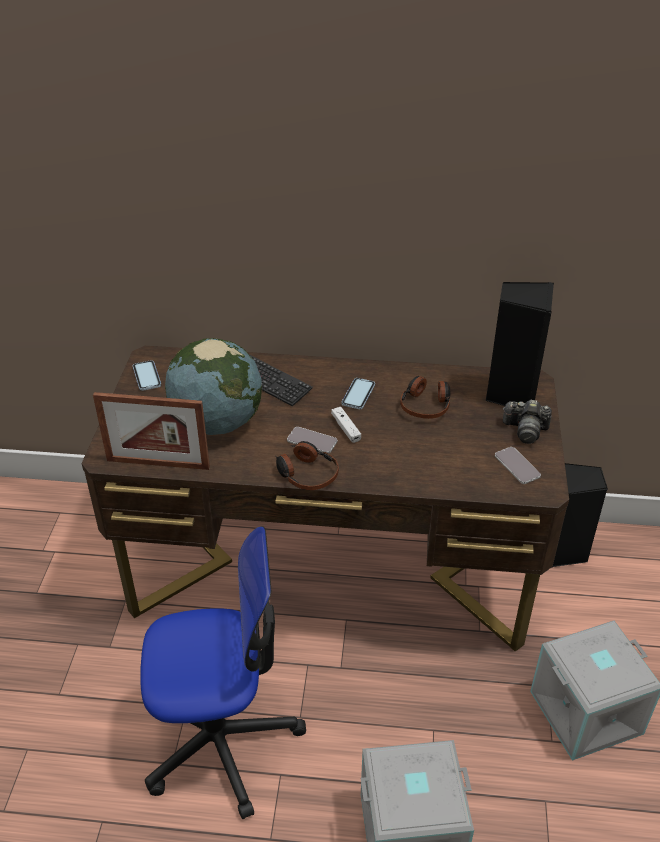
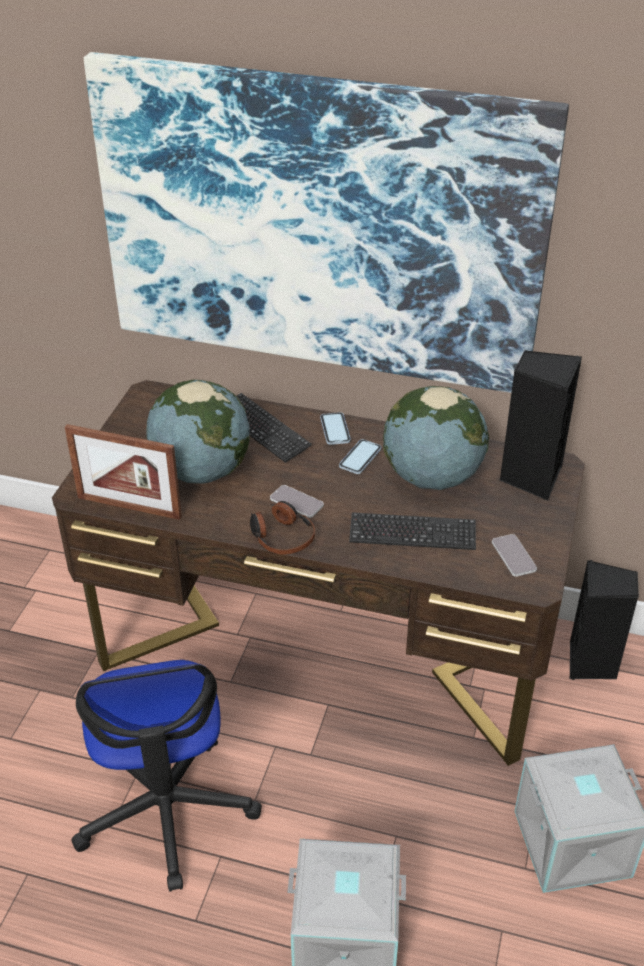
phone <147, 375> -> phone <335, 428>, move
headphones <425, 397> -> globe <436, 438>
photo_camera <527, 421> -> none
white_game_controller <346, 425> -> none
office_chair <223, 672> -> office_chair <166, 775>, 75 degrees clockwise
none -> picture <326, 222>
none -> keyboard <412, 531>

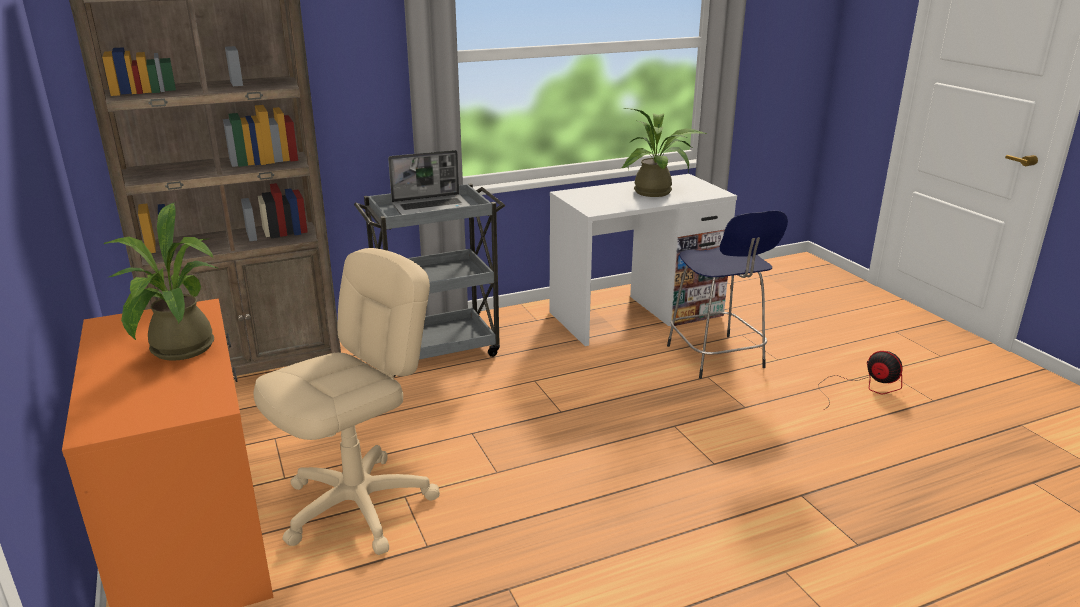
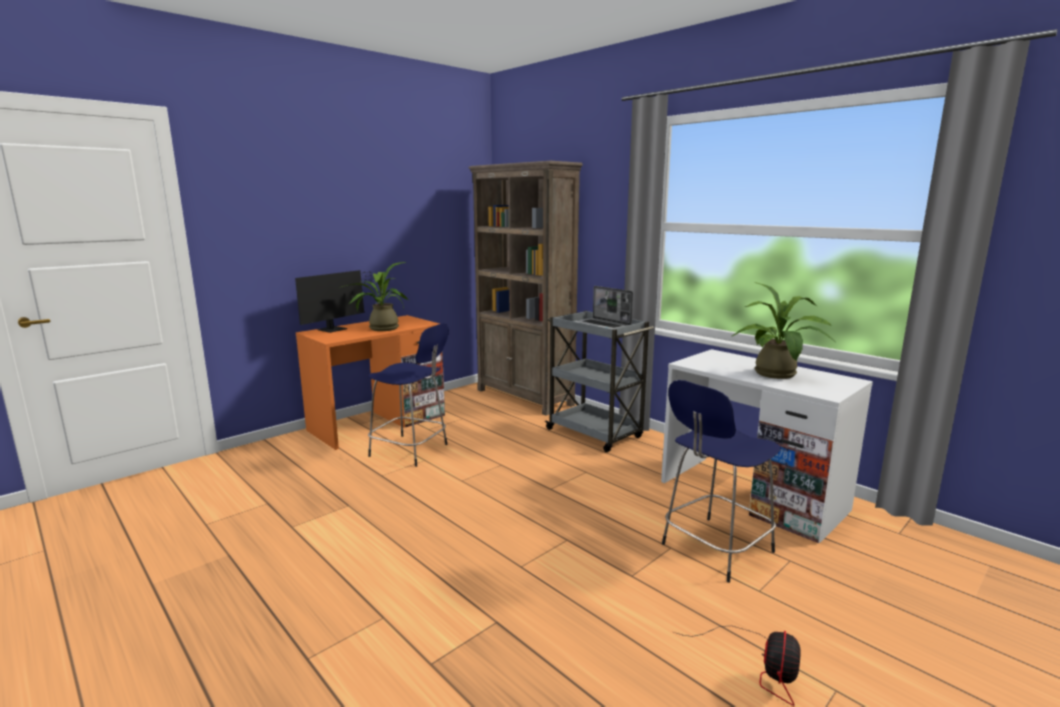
beige_office_chair <347, 401> -> blue_stool <408, 395>
none -> monitor <334, 301>

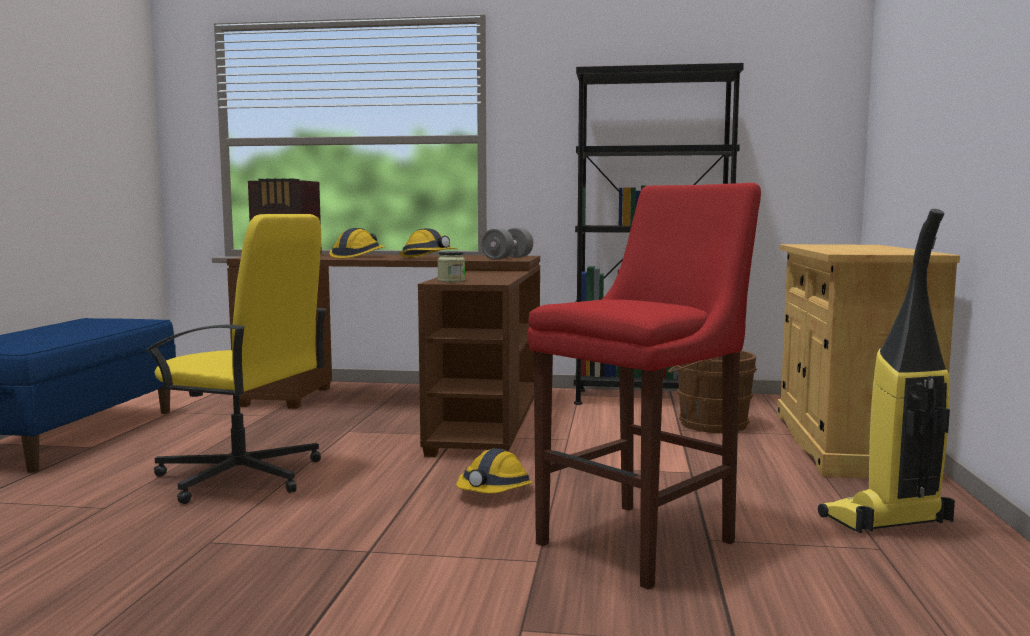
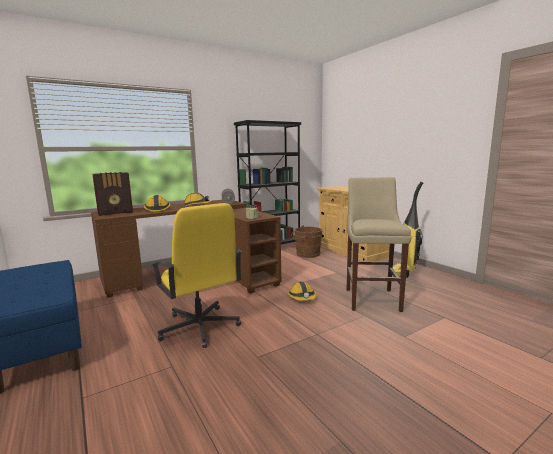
red_stool <644, 386> -> beige_stool <379, 244>
yellow_office_chair <236, 359> -> yellow_office_chair <197, 275>, 75 degrees clockwise

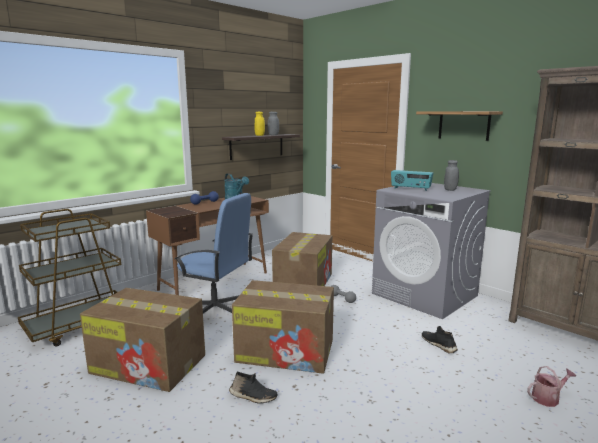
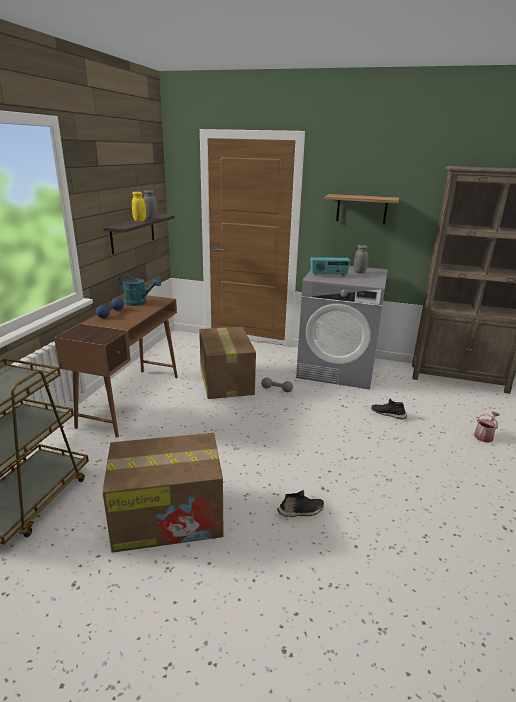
blue_office_chair <213, 253> -> none
cardboard_box <283, 327> -> none

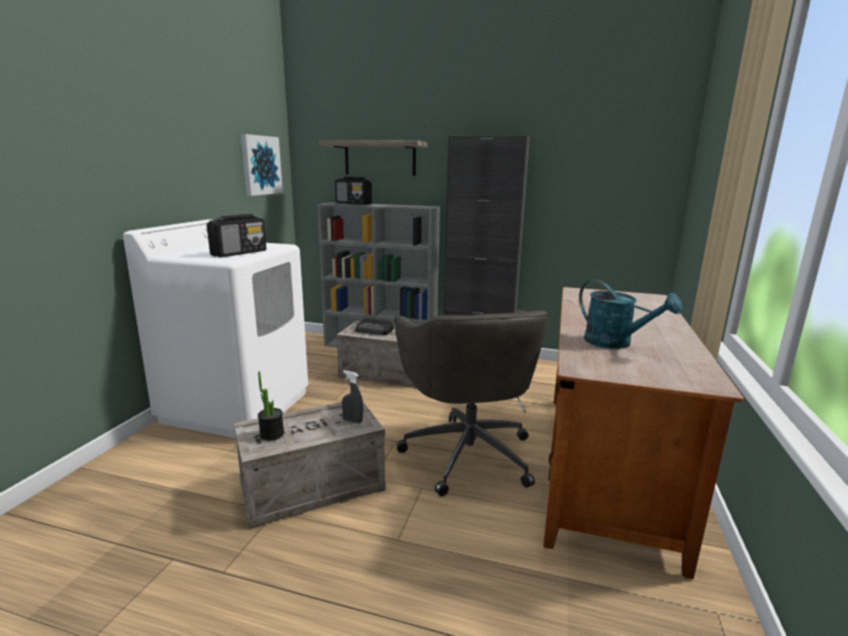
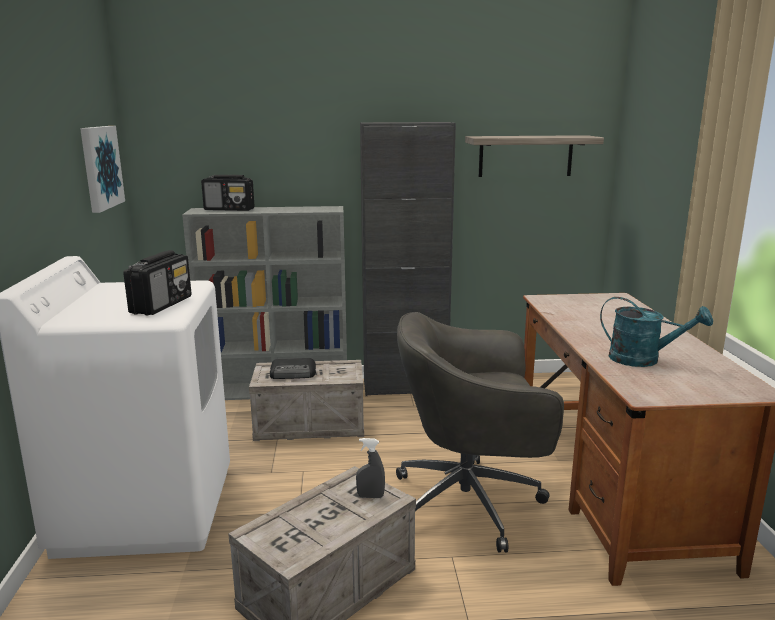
shelf <373, 158> -> shelf <534, 156>, move
grey_office_chair <472, 403> -> grey_office_chair <480, 432>, 120 degrees clockwise
potted_plant <271, 406> -> none

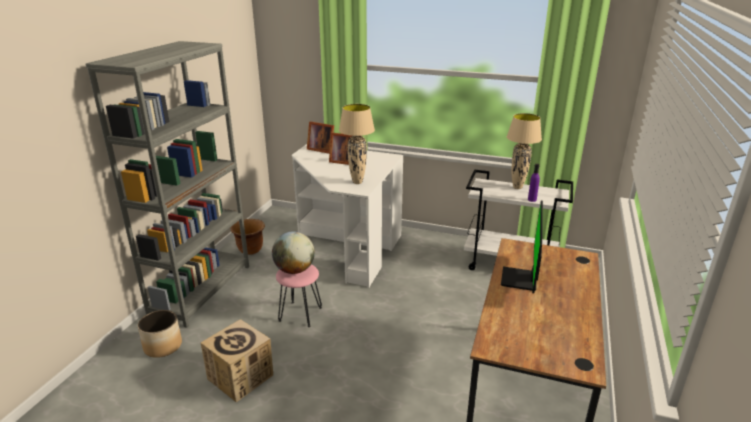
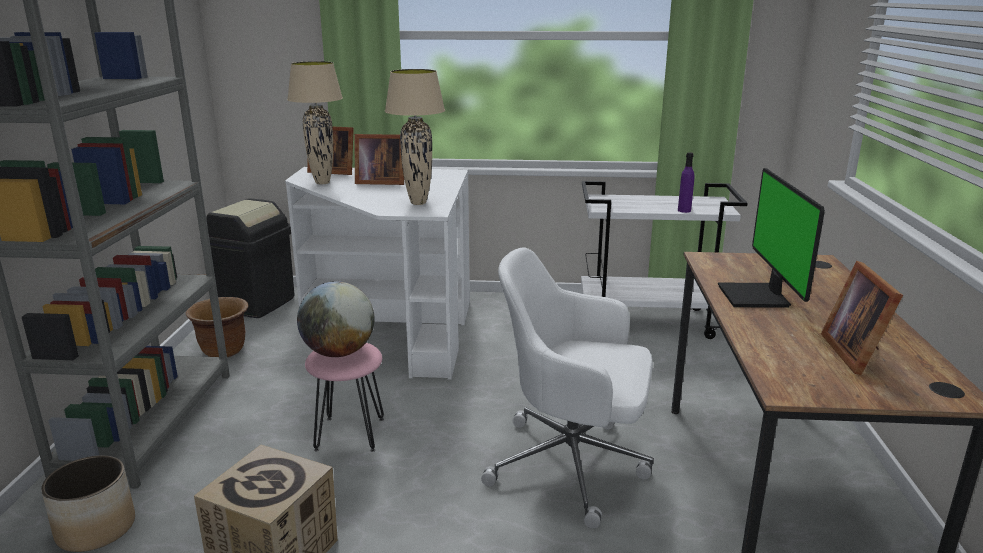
beige_table_lamp <524, 151> -> beige_table_lamp <315, 123>, move
none -> black_trash_can <247, 258>
none -> white_office_chair <567, 388>
none -> picture_frame <862, 318>

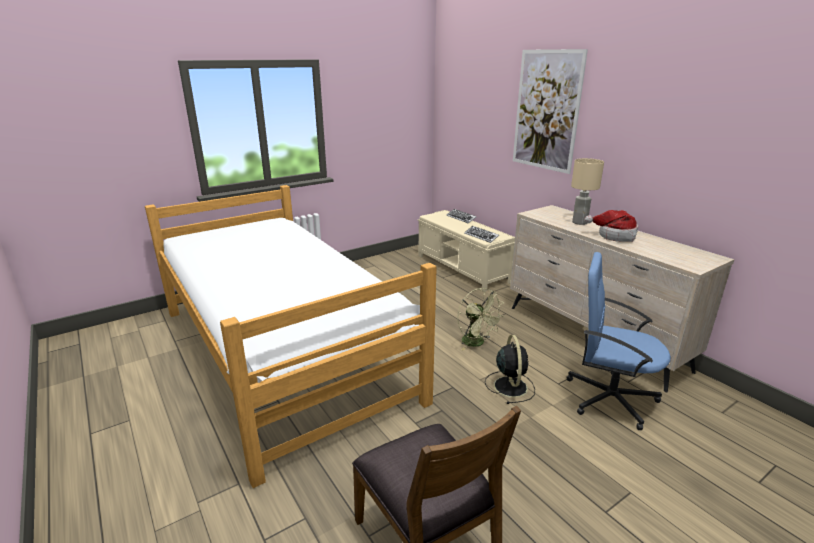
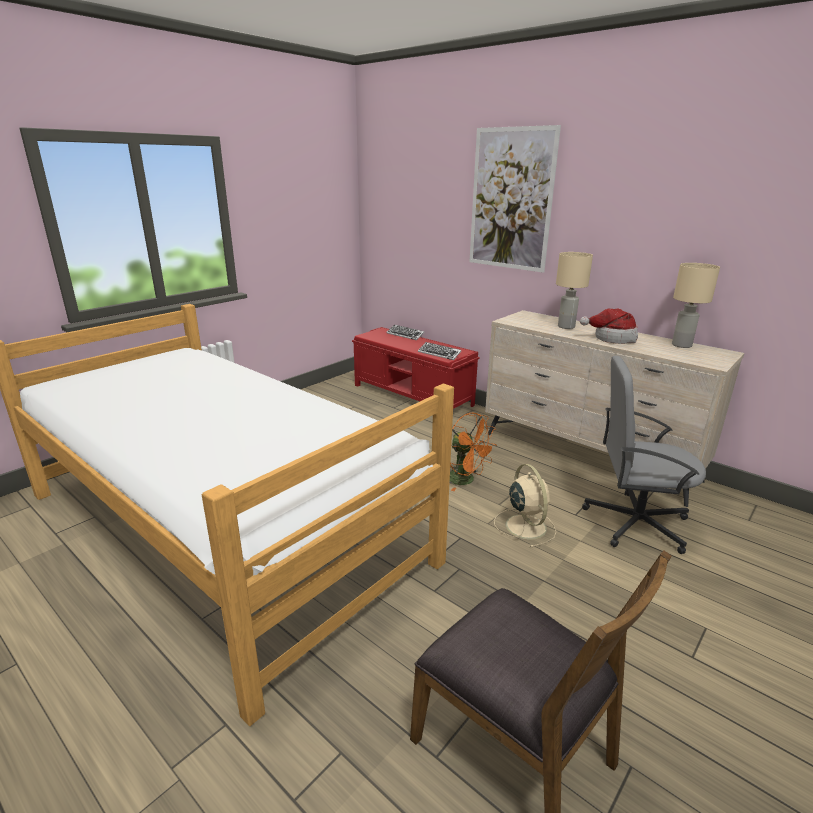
beige_bench <466, 251> -> red_bench <416, 368>
blue_office_chair <619, 341> -> grey_office_chair <644, 455>
green_fan <480, 319> -> orange_fan <473, 452>
black_fan <510, 369> -> beige_fan <525, 506>
none -> beige_table_lamp <696, 305>

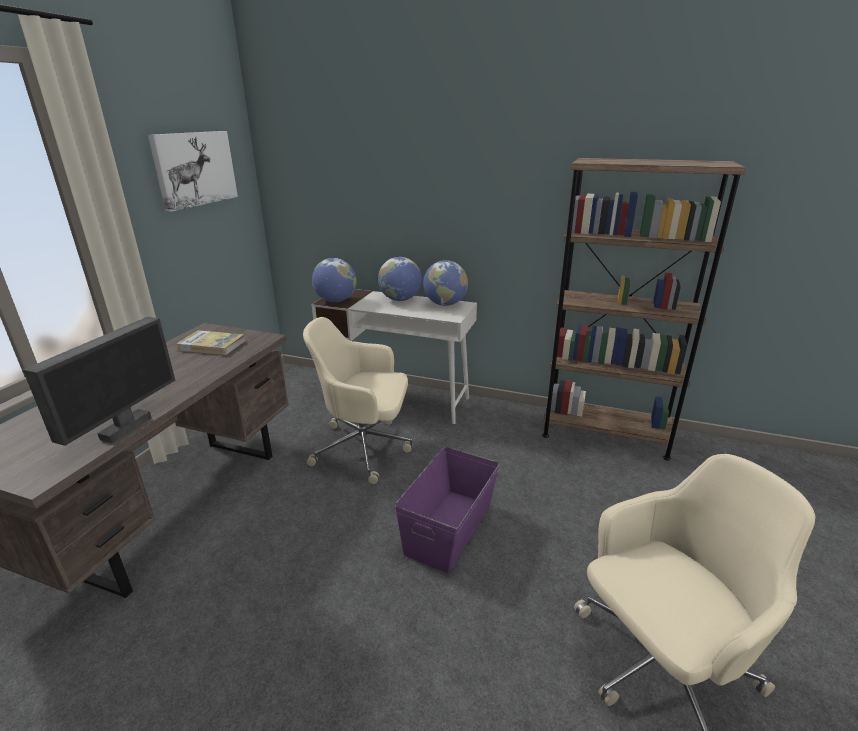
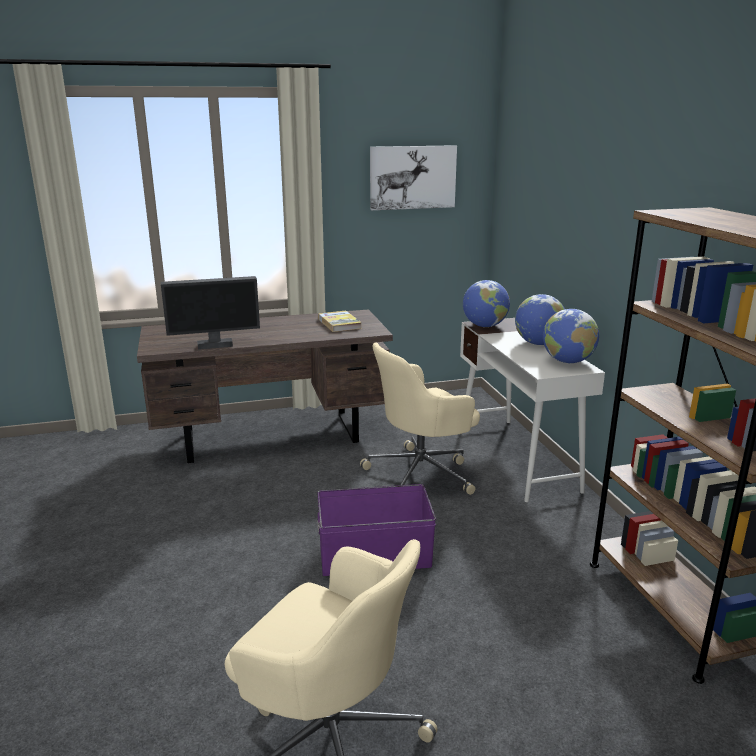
beige_office_chair <357, 400> -> beige_office_chair <420, 419>, 90 degrees counterclockwise

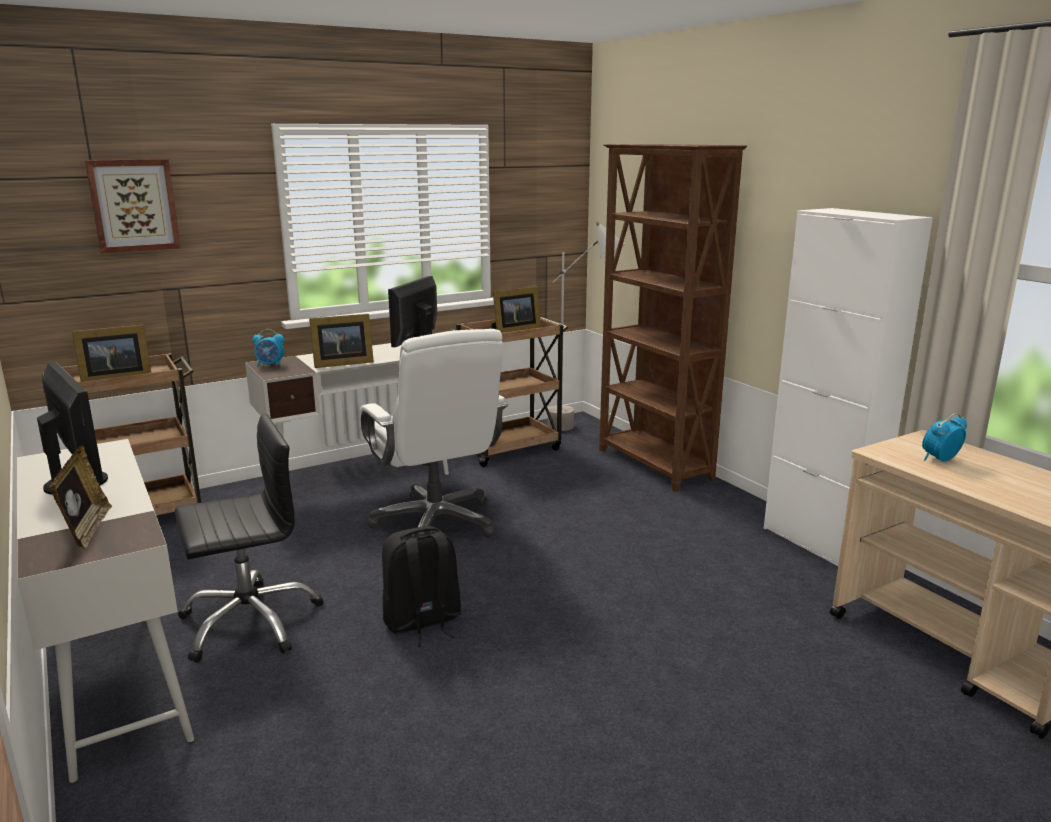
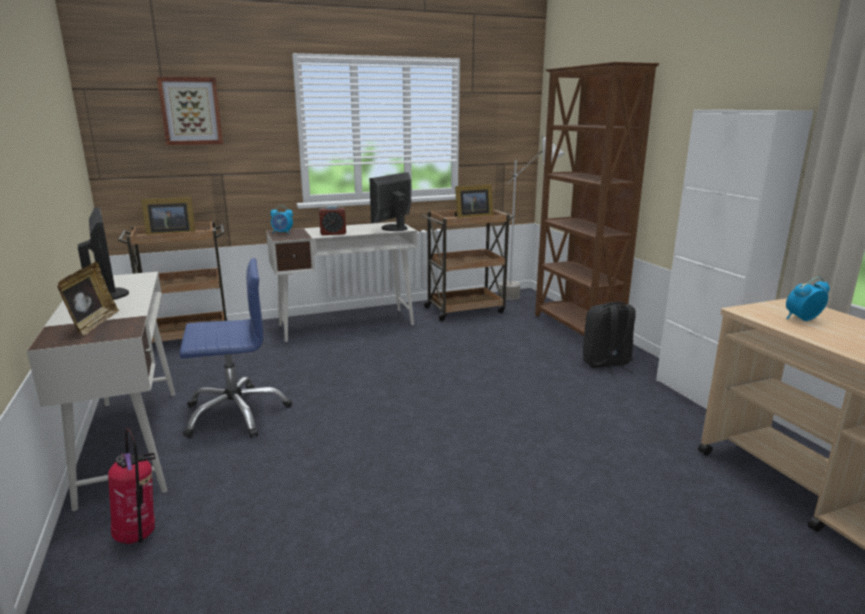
picture_frame <341, 341> -> alarm_clock <332, 220>
white_office_chair <434, 433> -> none
black_office_chair <249, 538> -> blue_office_chair <236, 348>
black_backpack <421, 586> -> black_backpack <609, 338>, move
none -> fire_extinguisher <132, 486>

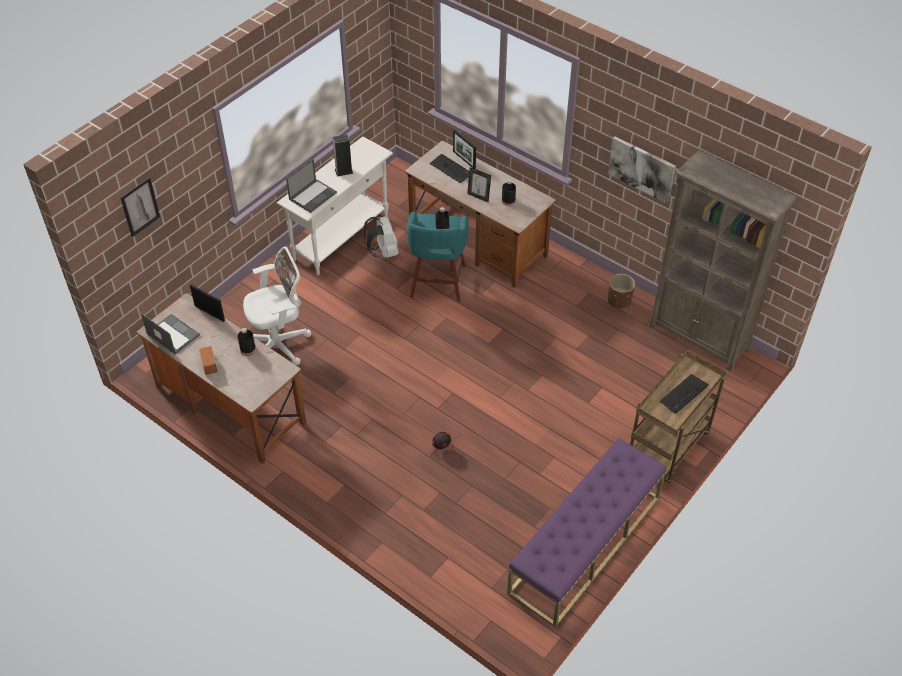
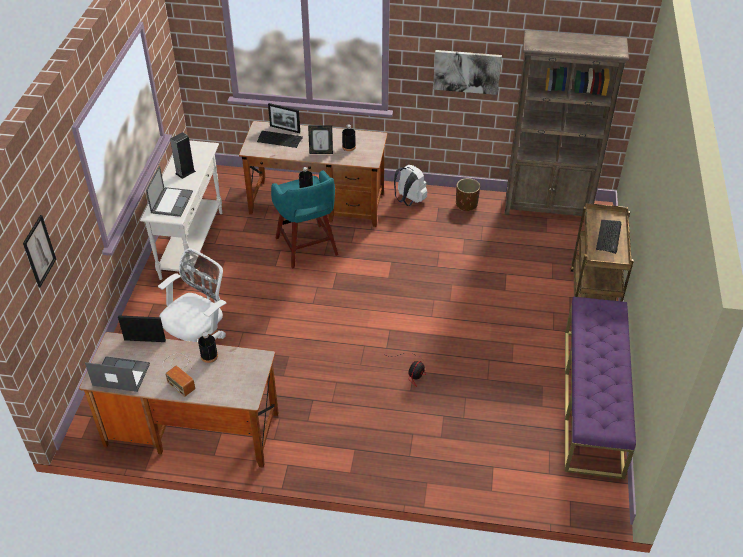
white_backpack <381, 237> -> white_backpack <410, 185>, move

